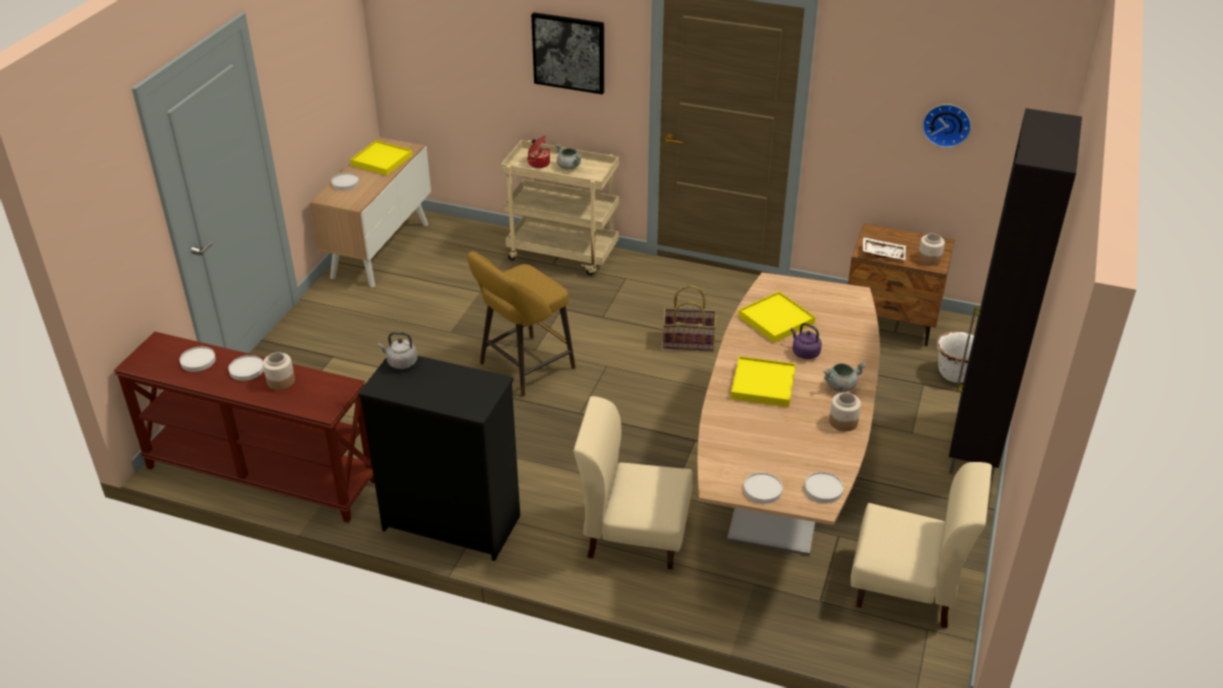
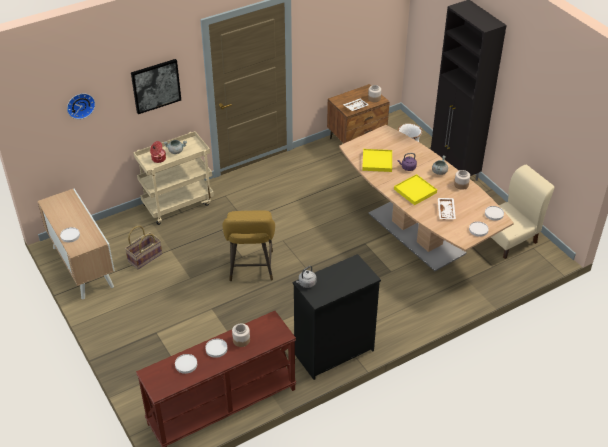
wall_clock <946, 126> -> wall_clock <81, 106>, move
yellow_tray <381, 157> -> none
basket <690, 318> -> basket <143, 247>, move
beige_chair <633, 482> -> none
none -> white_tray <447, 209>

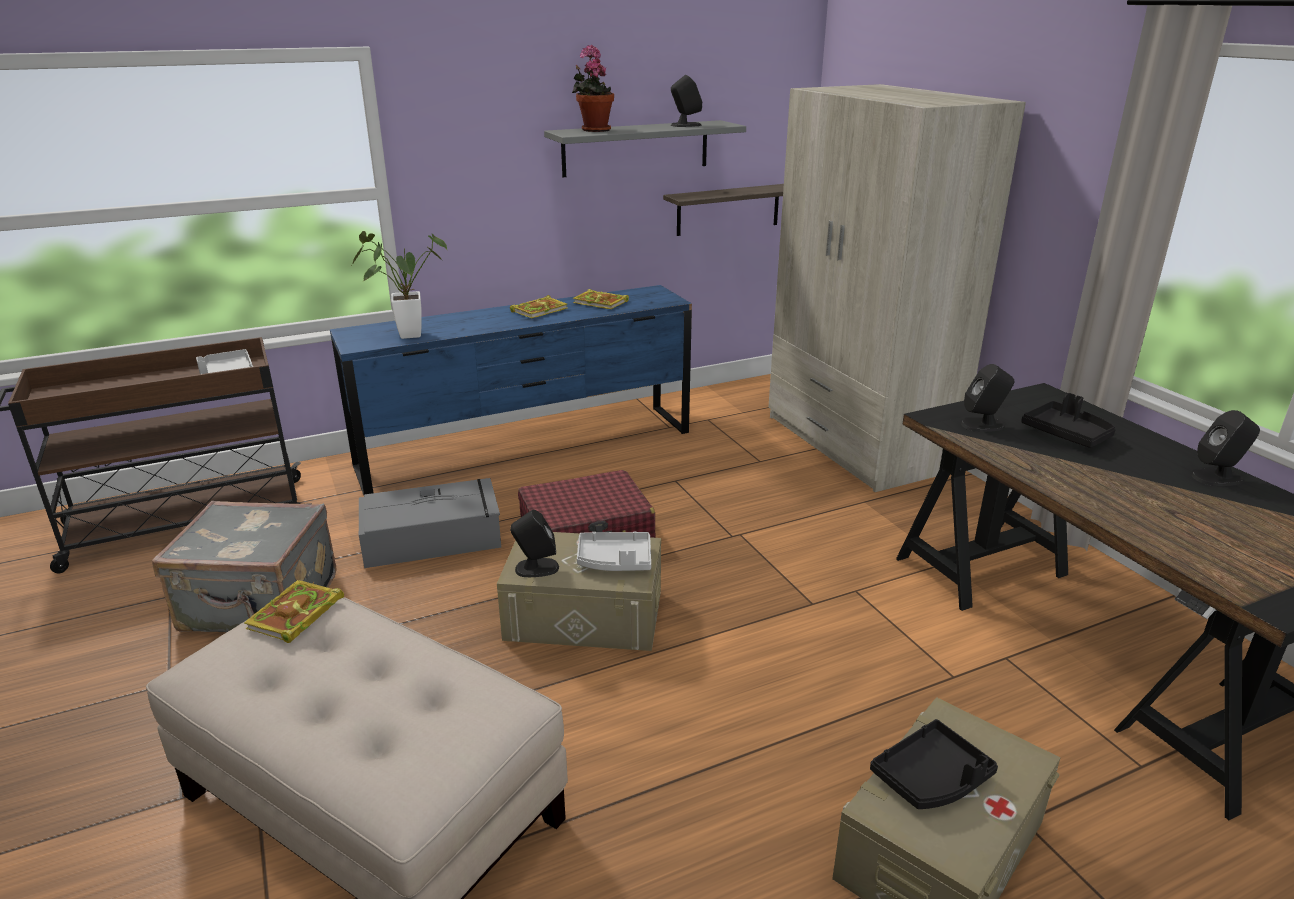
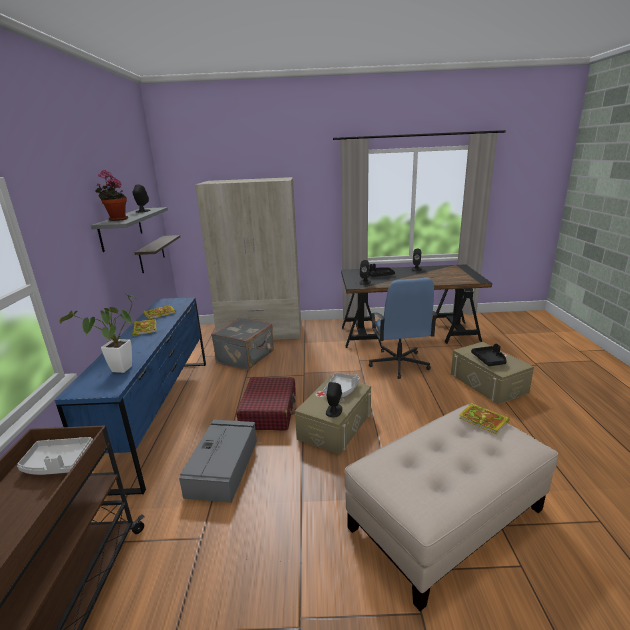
grey_suitcase <244, 566> -> grey_suitcase <242, 343>, move
book <294, 611> -> book <484, 418>, move
none -> blue_office_chair <403, 328>

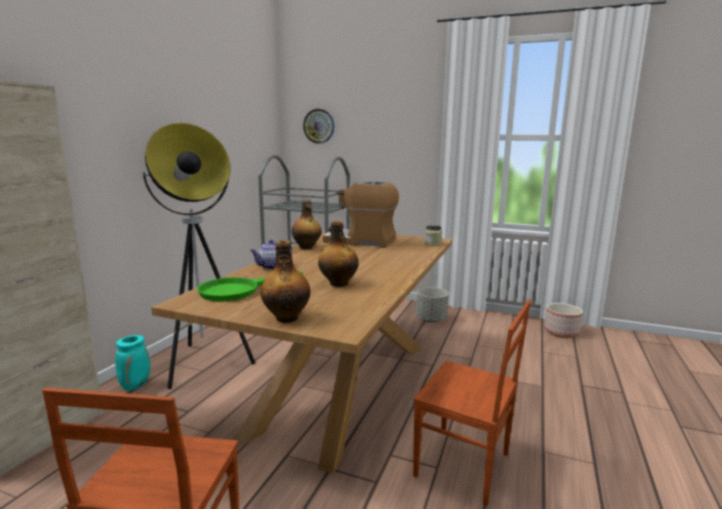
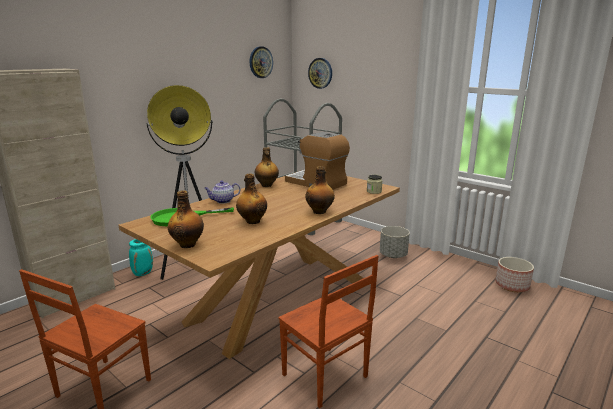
none -> wall_clock <261, 62>
none -> bottle <320, 190>

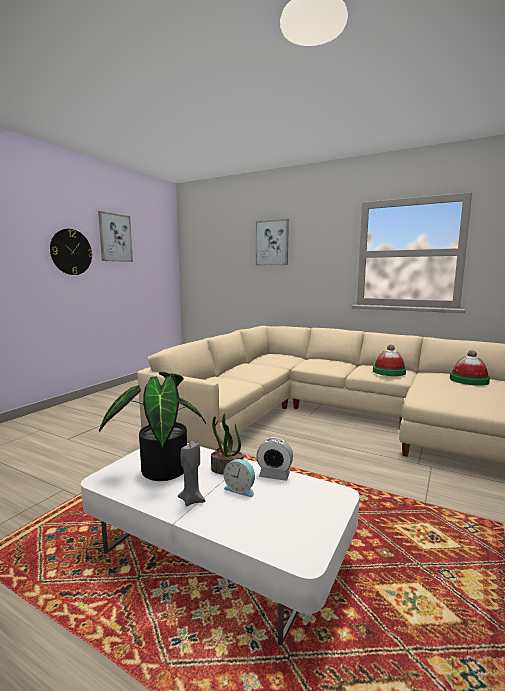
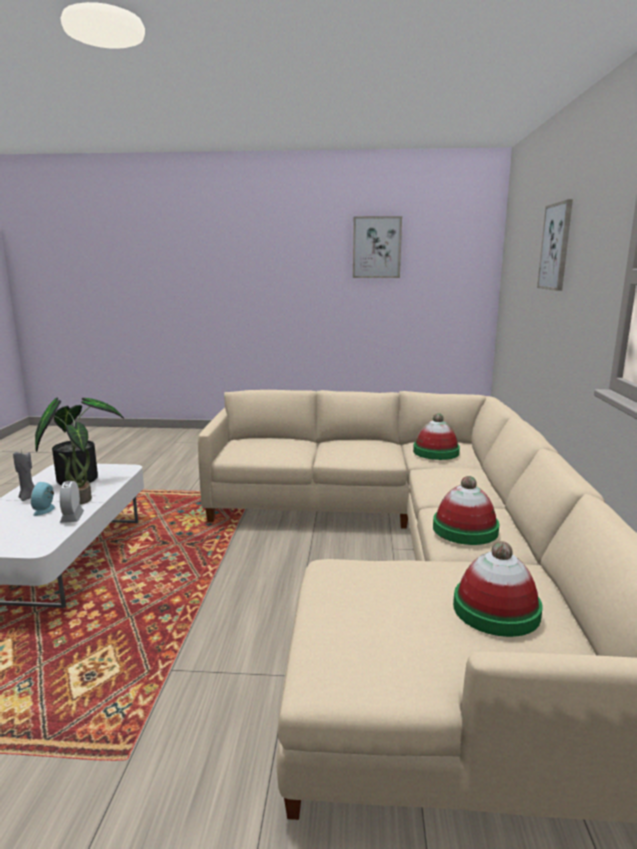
wall_clock <71, 252> -> none
none -> hat <436, 436>

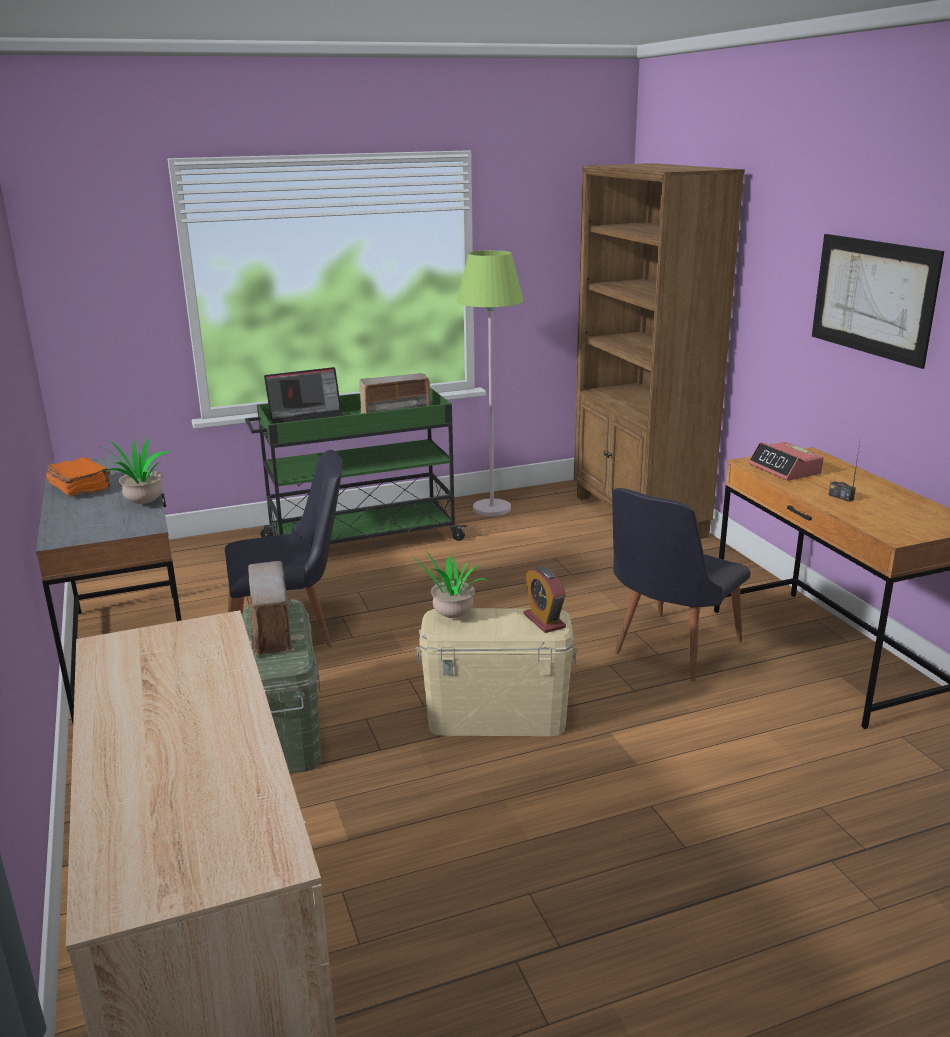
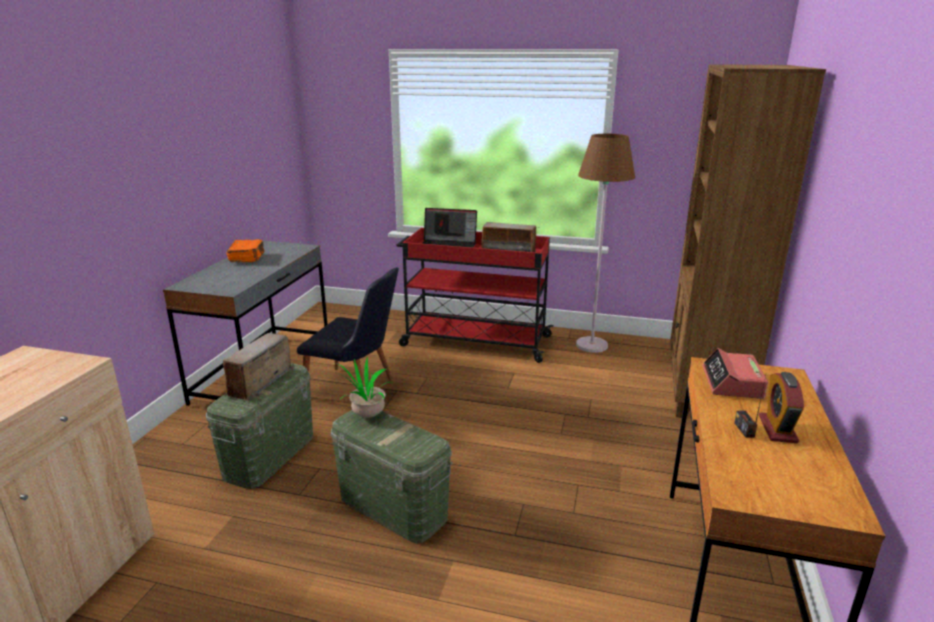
picture <878, 301> -> none
green_floor_lamp <490, 383> -> brown_floor_lamp <605, 243>
green_cart <356, 465> -> red_cart <474, 295>
potted_plant <133, 470> -> none
black_chair <681, 585> -> none
alarm_clock <545, 599> -> alarm_clock <781, 407>, move
beige_storage_box <496, 672> -> green_storage_box <391, 476>

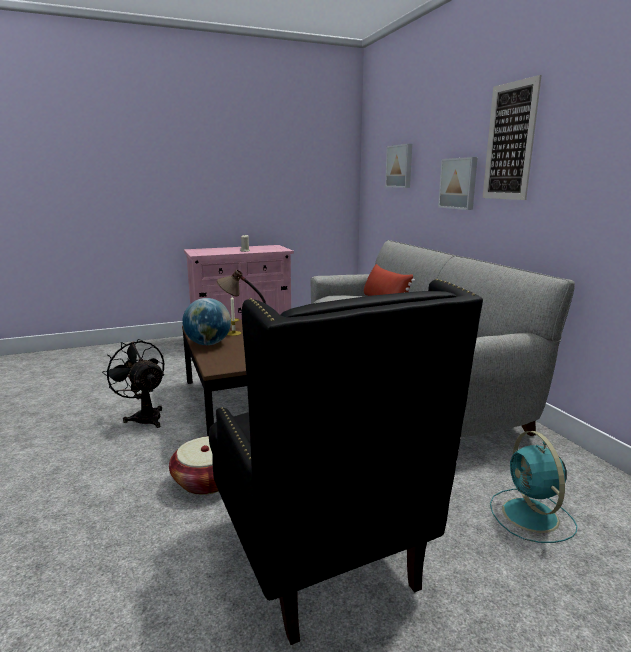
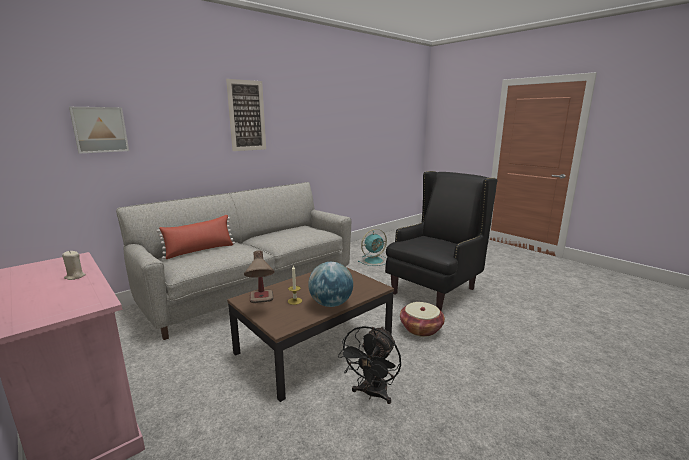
picture <458, 183> -> none

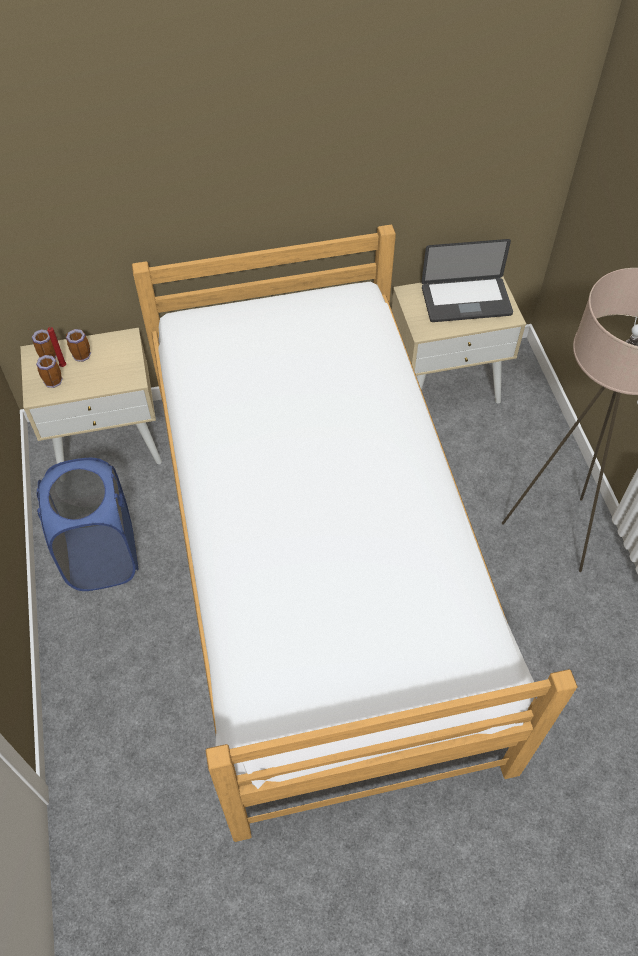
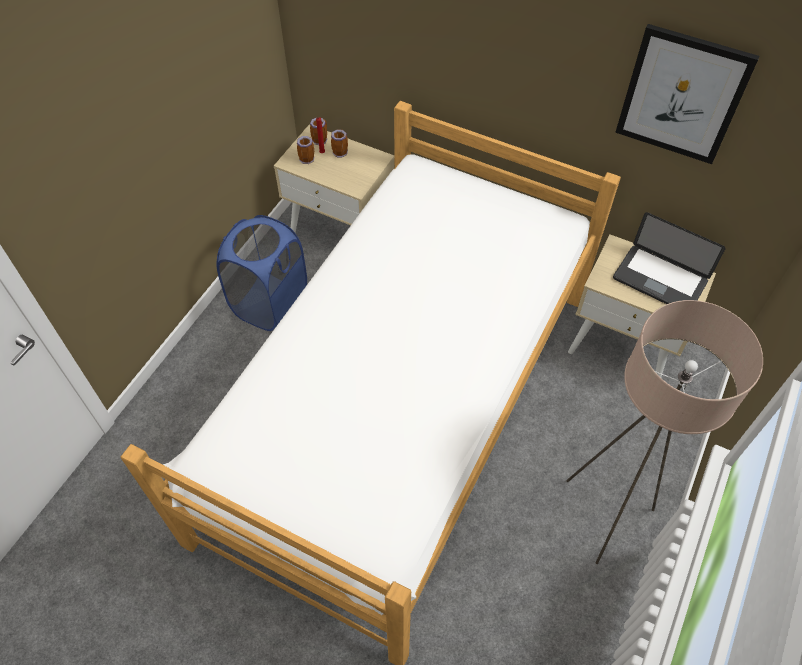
none -> picture <687, 94>

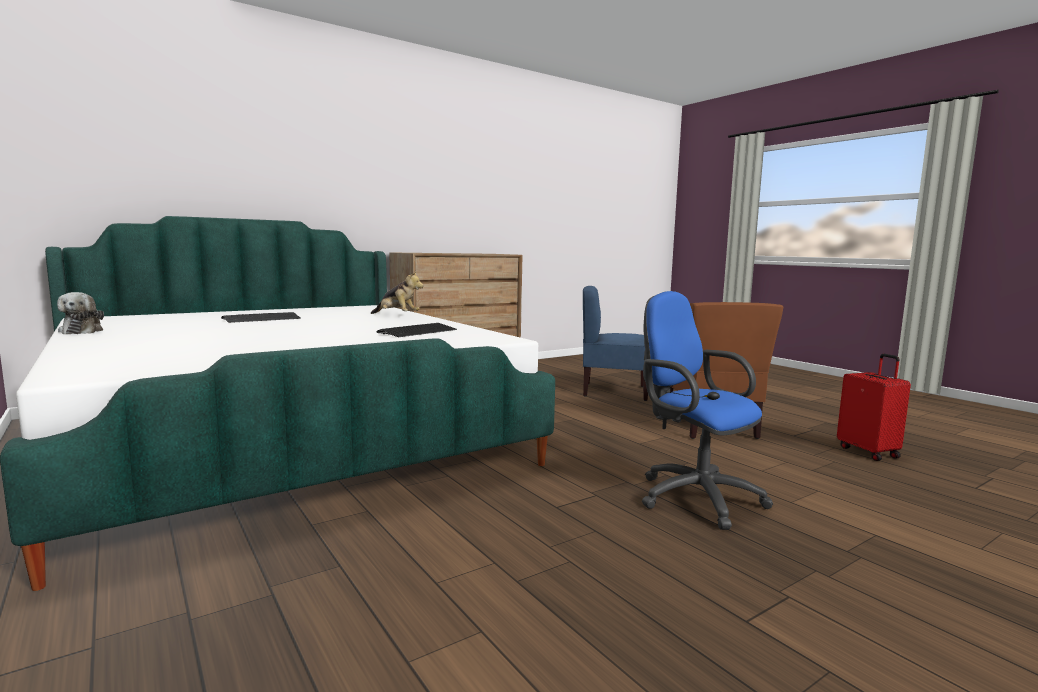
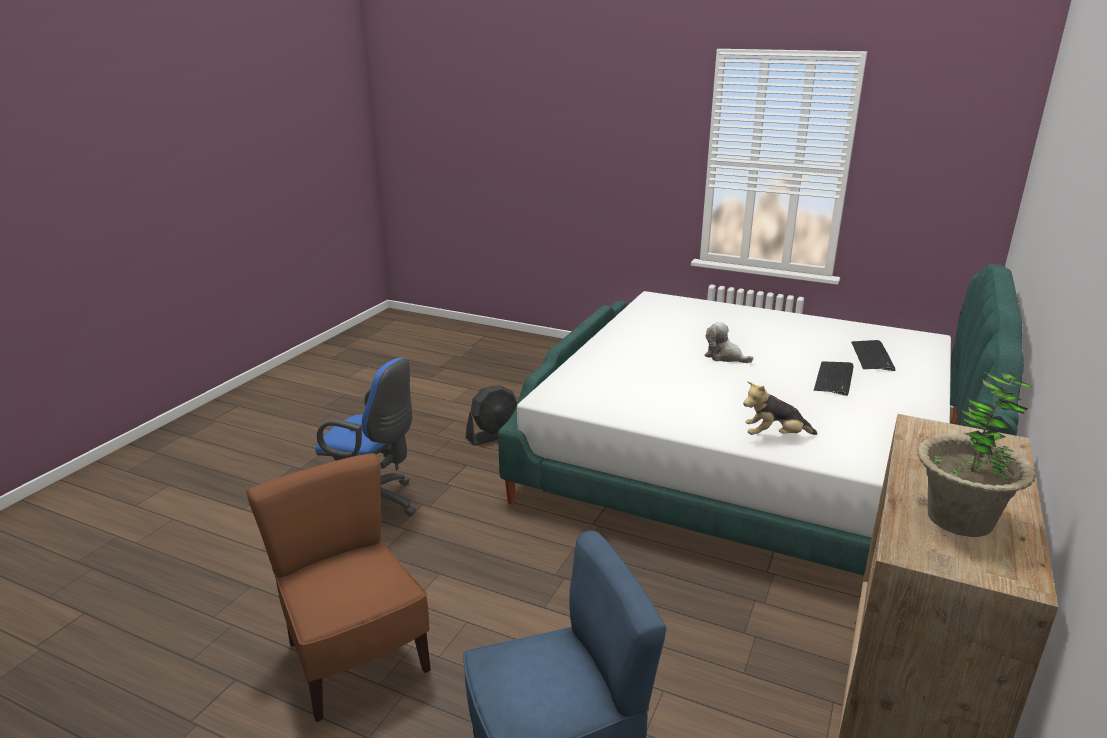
plush_toy <80, 313> -> plush_toy <729, 342>, move
keyboard <417, 330> -> keyboard <873, 355>, move
red_suitcase <874, 407> -> none
none -> potted_plant <976, 454>
none -> black_fan <492, 415>

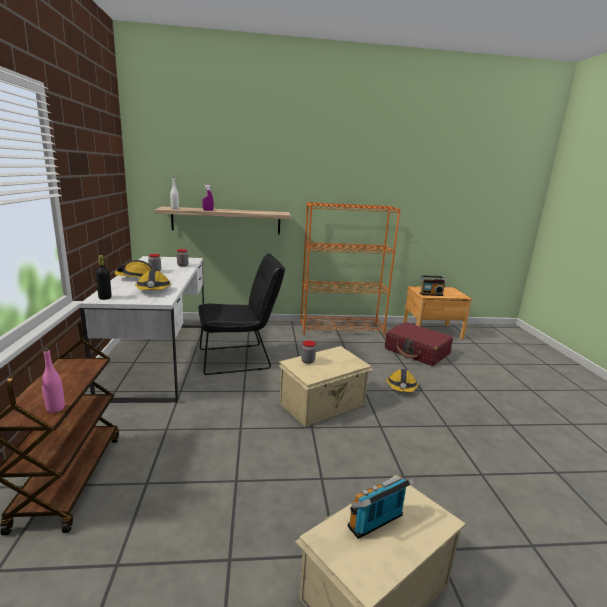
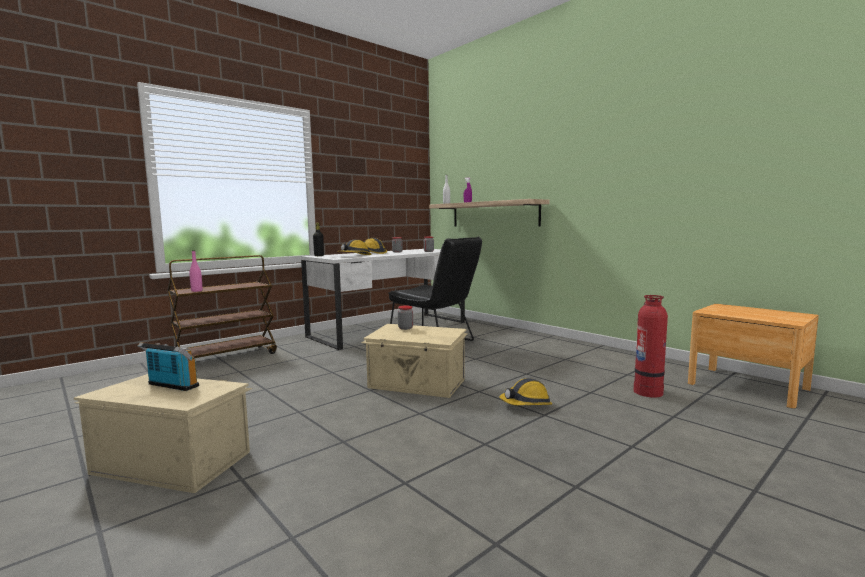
orange_bookcase <350, 268> -> none
radio <433, 285> -> none
red_suitcase <419, 344> -> fire_extinguisher <650, 346>

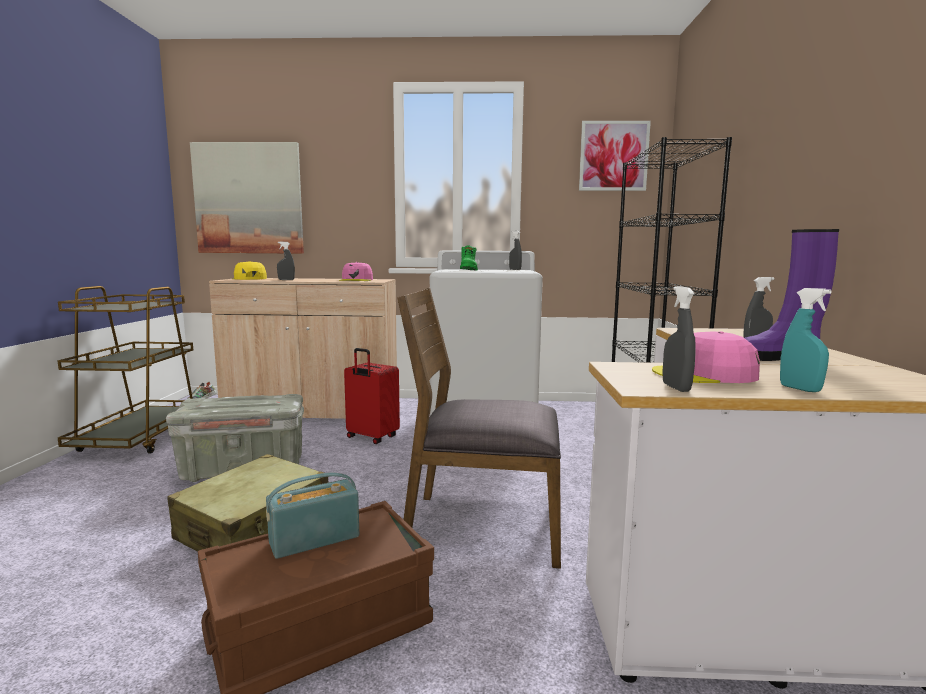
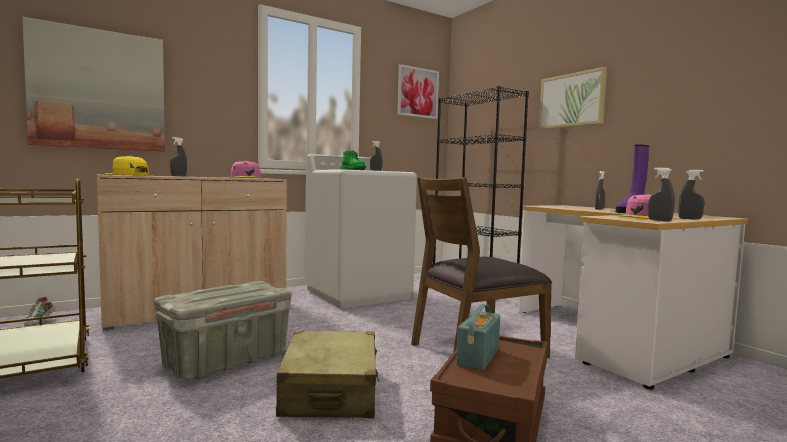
turquoise_spray_bottle <806, 340> -> grey_spray_bottle <691, 194>
red_suitcase <372, 396> -> none
none -> picture <573, 98>

